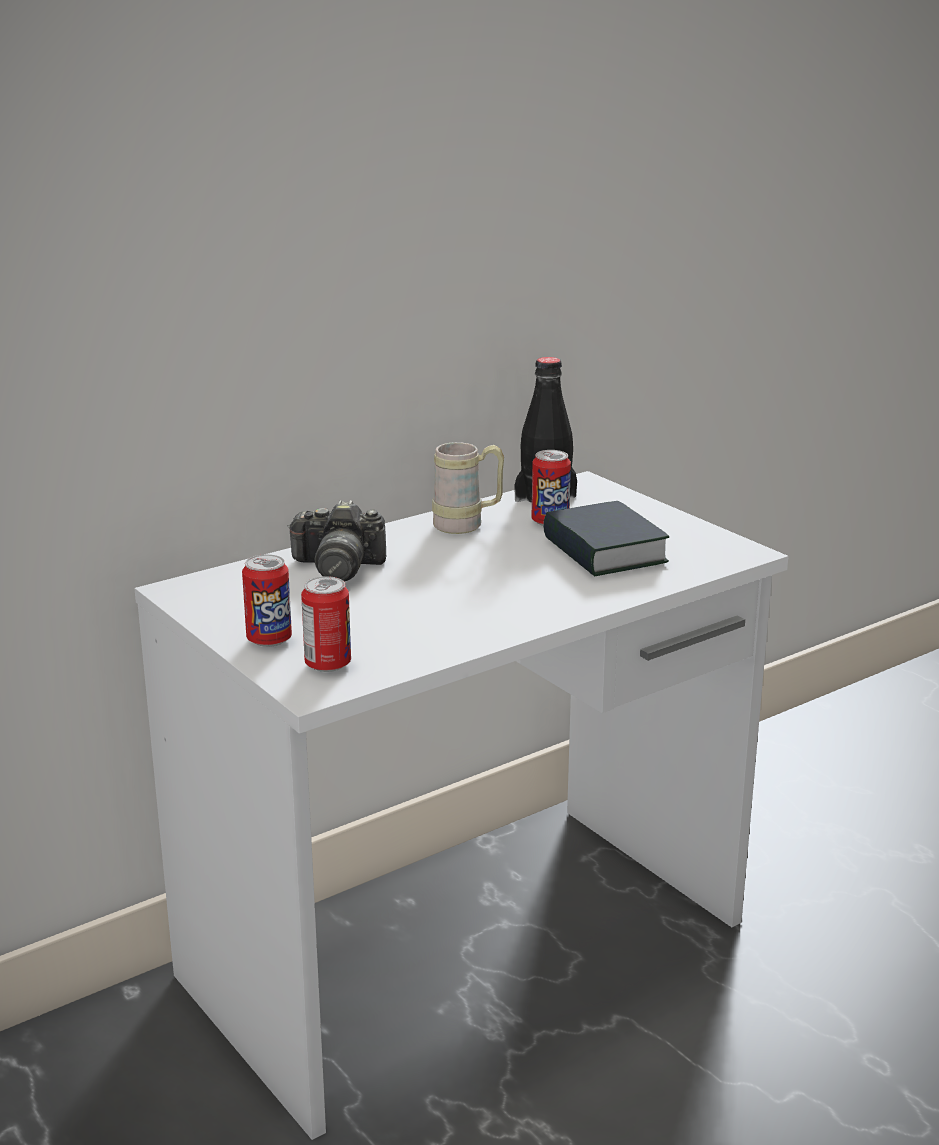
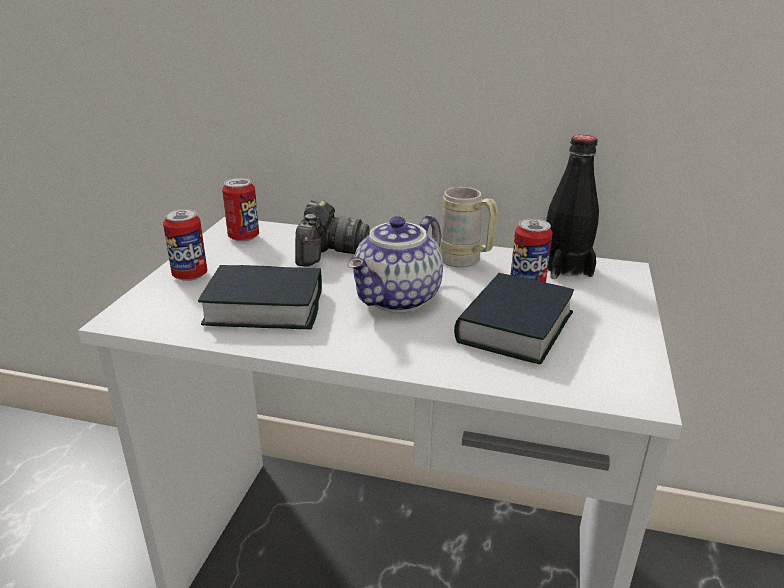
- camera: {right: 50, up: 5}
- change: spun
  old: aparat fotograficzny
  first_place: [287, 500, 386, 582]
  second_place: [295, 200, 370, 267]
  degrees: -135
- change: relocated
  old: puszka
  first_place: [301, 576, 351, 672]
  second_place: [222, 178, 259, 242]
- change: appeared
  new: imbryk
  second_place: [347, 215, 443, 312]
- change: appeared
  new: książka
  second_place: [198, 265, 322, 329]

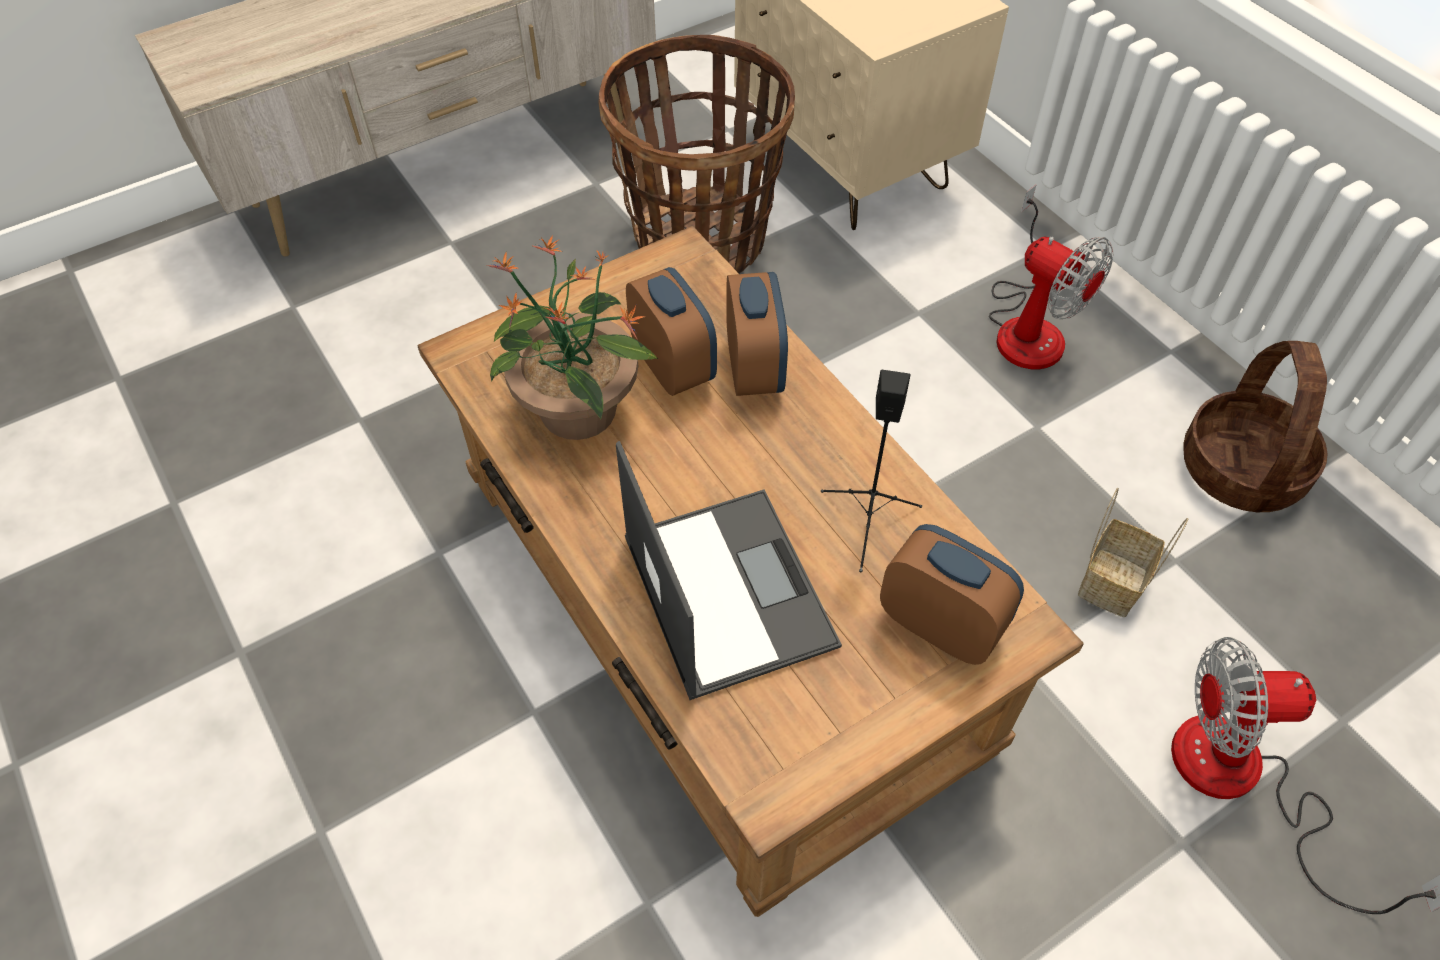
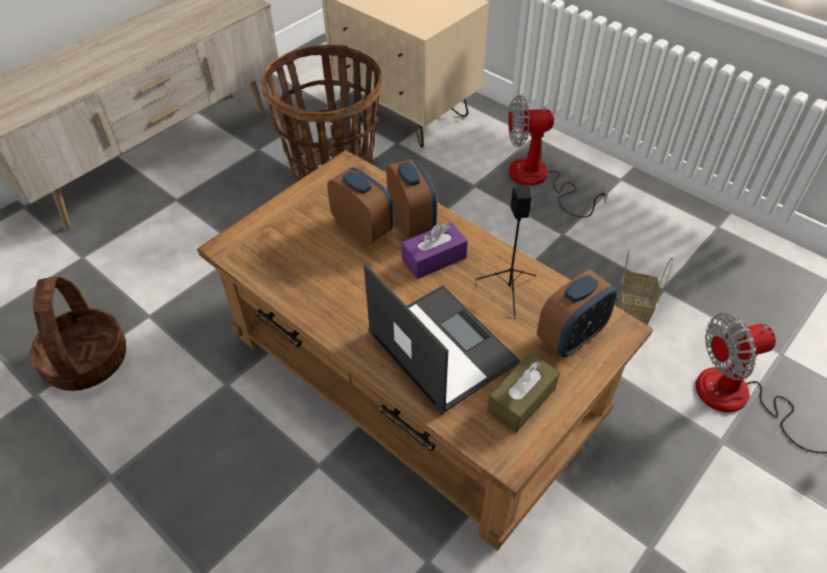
- camera: {right: -15, up: -5}
- change: spun
  old: wentylator
  first_place: [989, 185, 1114, 369]
  second_place: [508, 95, 608, 218]
  degrees: 150
- change: missing
  old: roślina doniczkowa
  first_place: [487, 235, 658, 440]
- change: relocated
  old: koszyk
  first_place: [1184, 341, 1328, 512]
  second_place: [30, 277, 126, 391]
- change: spun
  old: budzik
  first_place: [880, 524, 1024, 665]
  second_place: [537, 270, 617, 357]
  degrees: 120
- change: appeared
  new: pudełko chusteczek [fioletowy]
  second_place: [401, 222, 468, 279]
- change: appeared
  new: pudełko chusteczek [brązowy]
  second_place: [487, 353, 560, 433]

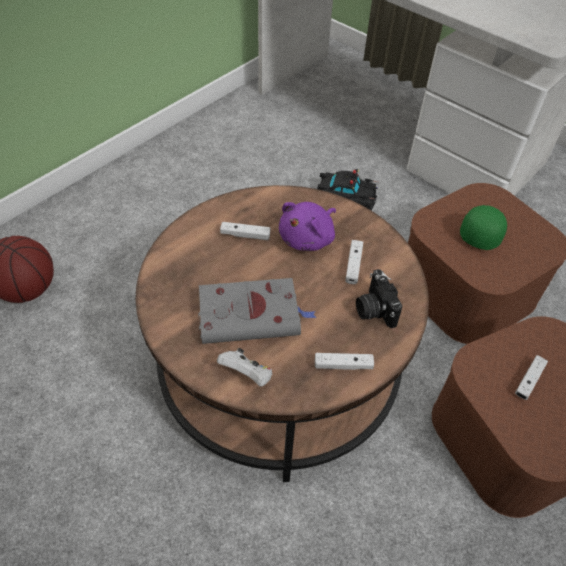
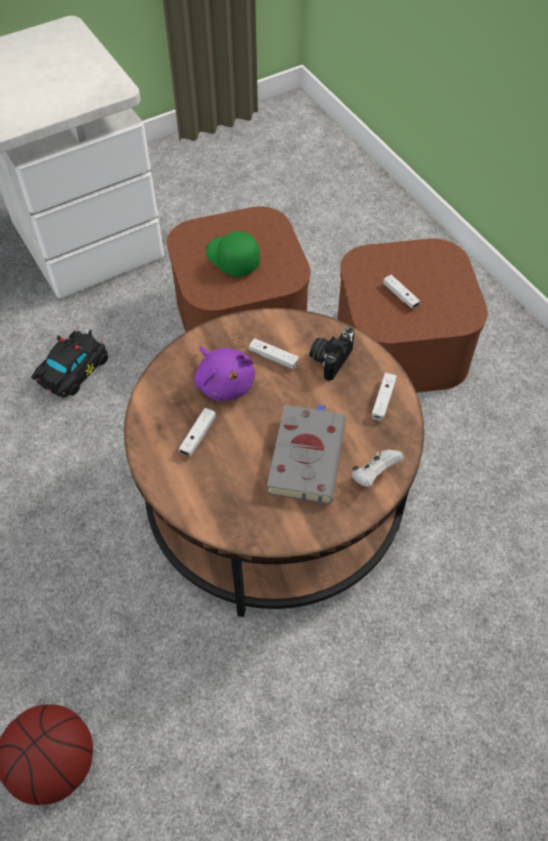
- camera: {right: -70, up: 5}
- change: spun
  old: aparat fotograficzny
  first_place: [356, 269, 402, 328]
  second_place: [309, 327, 354, 381]
  degrees: 120

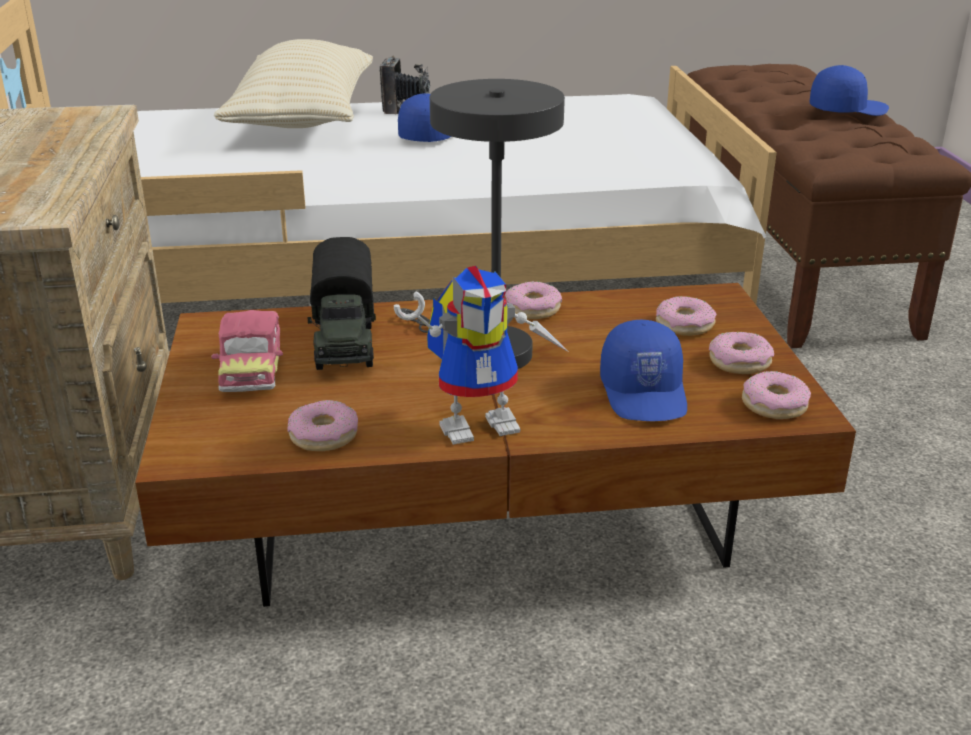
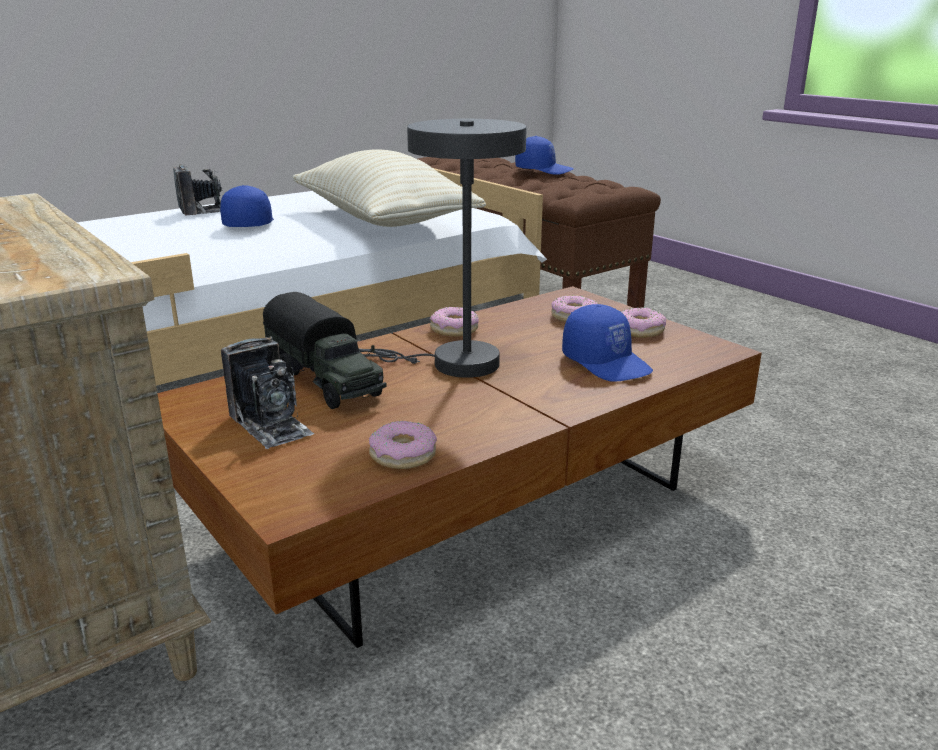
- camera: {right: -30, up: -5}
- change: relocated
  old: poduszka [beżowy]
  first_place: [214, 39, 373, 128]
  second_place: [292, 149, 486, 227]
- change: spun
  old: czapka z daszkiem [niebieski]
  first_place: [809, 65, 889, 116]
  second_place: [515, 136, 574, 175]
  degrees: 60
- change: missing
  old: robot zabawkowy
  first_place: [394, 266, 570, 445]
- change: exchanged
  old: samochodzik
  new: aparat fotograficzny
  first_place: [211, 310, 283, 392]
  second_place: [221, 336, 314, 449]
- change: missing
  old: donut
  first_place: [742, 371, 811, 419]

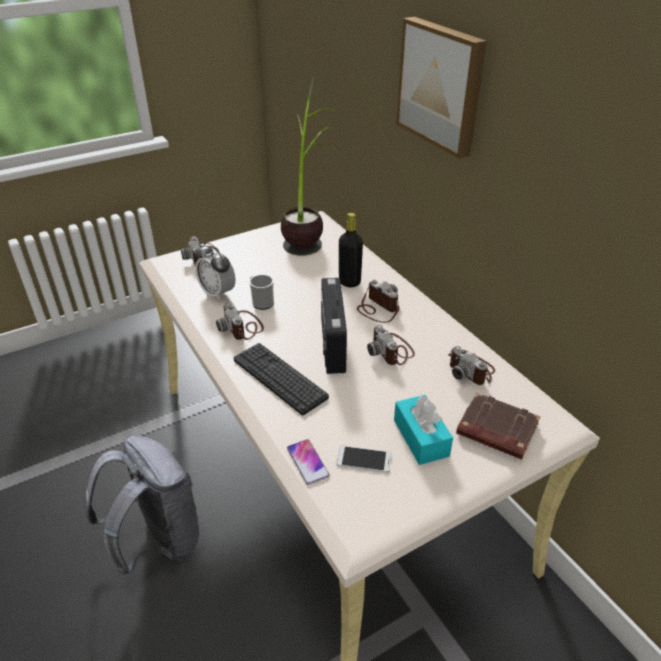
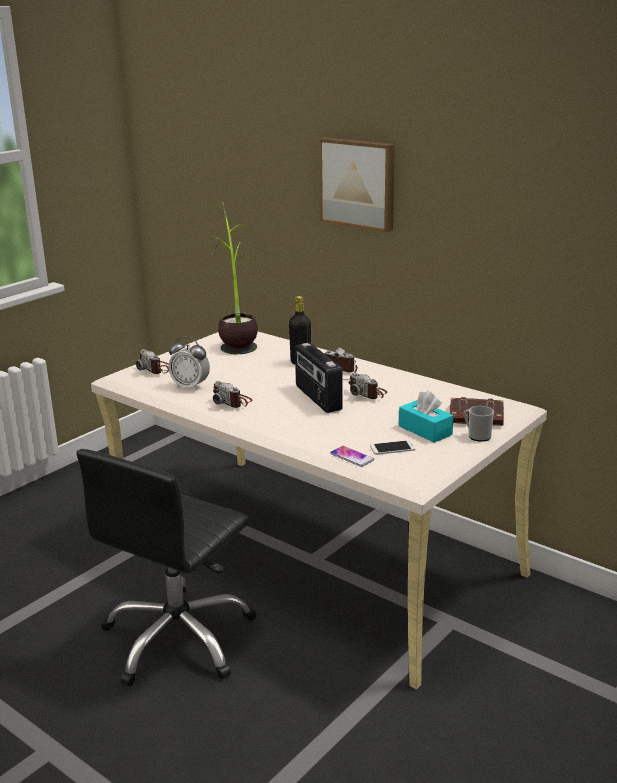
- camera: {right: -20, up: -15}
- change: relocated
  old: kubek
  first_place: [249, 274, 274, 310]
  second_place: [464, 406, 494, 442]
- change: missing
  old: klawiatura
  first_place: [234, 343, 329, 415]
- change: missing
  old: aparat fotograficzny
  first_place: [448, 346, 495, 385]
- change: exchanged
  old: plecak [szary]
  new: krzesło biurowe [czarny]
  first_place: [84, 435, 199, 577]
  second_place: [77, 449, 257, 686]

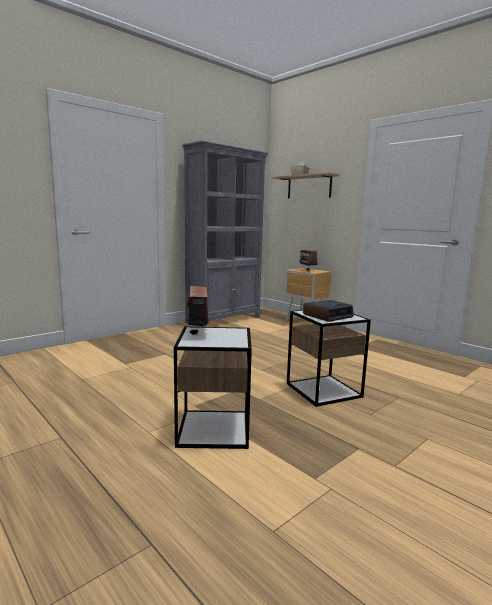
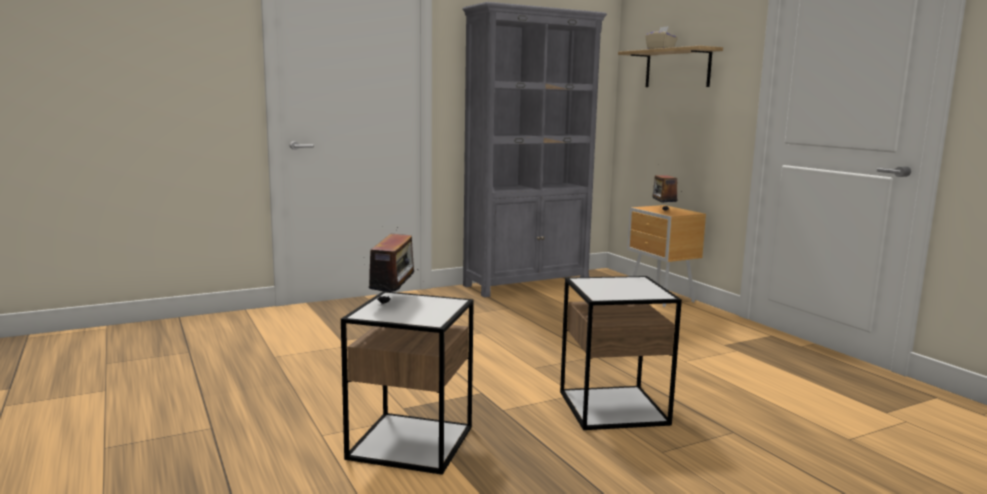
- camera: {right: 15, up: 0}
- change: missing
  old: budzik
  first_place: [303, 300, 354, 322]

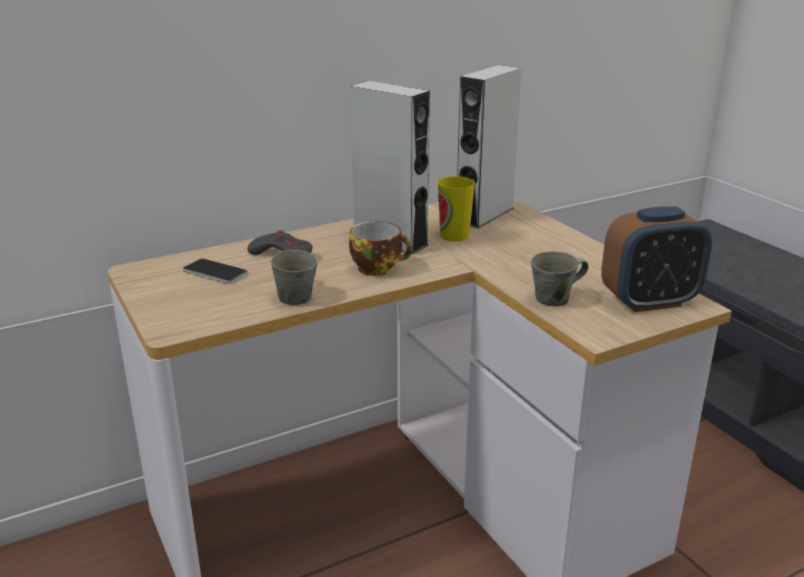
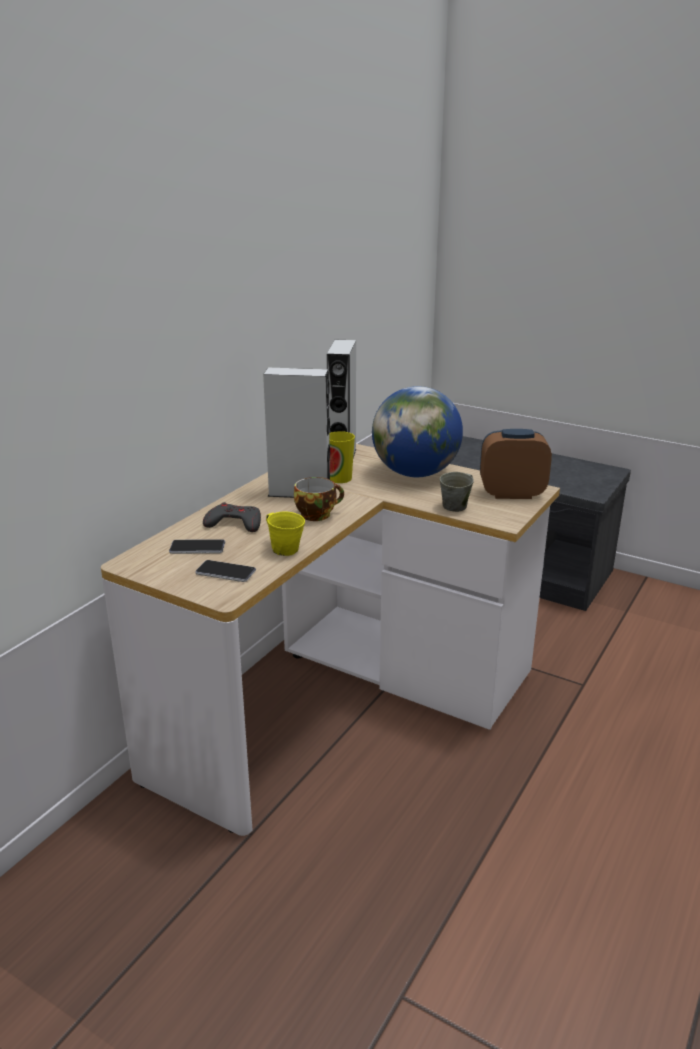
- camera: {right: -30, up: 0}
- change: spun
  old: budzik
  first_place: [601, 206, 712, 312]
  second_place: [480, 429, 552, 499]
  degrees: -135
- change: colour
  old: kubek [szary]
  new: kubek [żółty]
  first_place: [271, 250, 318, 305]
  second_place: [266, 512, 305, 556]
- change: appeared
  new: globus
  second_place: [372, 386, 463, 477]
- change: appeared
  new: telefon
  second_place: [195, 560, 256, 582]

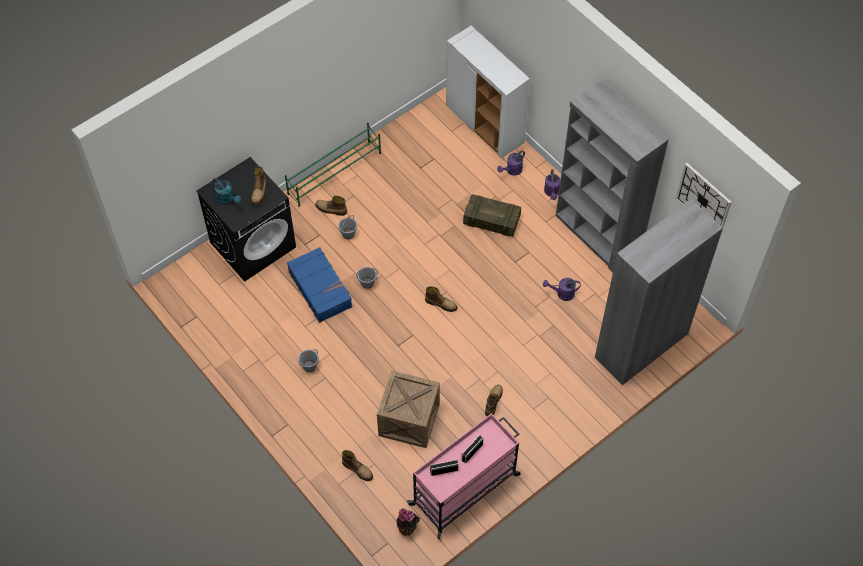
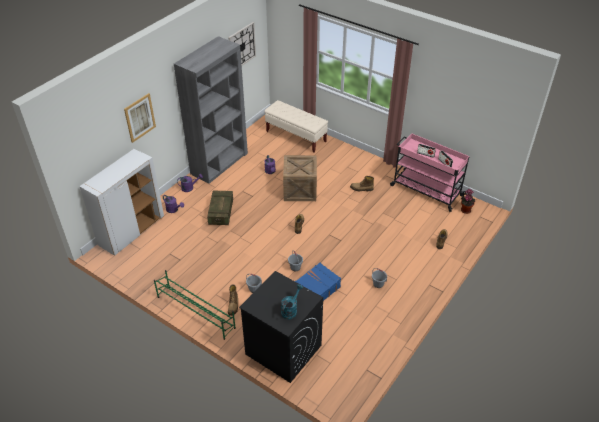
- camera: {right: -105, up: -15}
- change: missing
  old: but z cholewką
  first_place: [251, 166, 266, 206]
- change: exchanged
  old: regał [szary]
  new: ławka [beżowy]
  first_place: [595, 199, 723, 385]
  second_place: [265, 100, 328, 153]
- change: relocated
  old: skrzynka
  first_place: [377, 370, 440, 448]
  second_place: [283, 155, 317, 201]
- change: appeared
  new: obraz
  second_place: [124, 93, 156, 143]

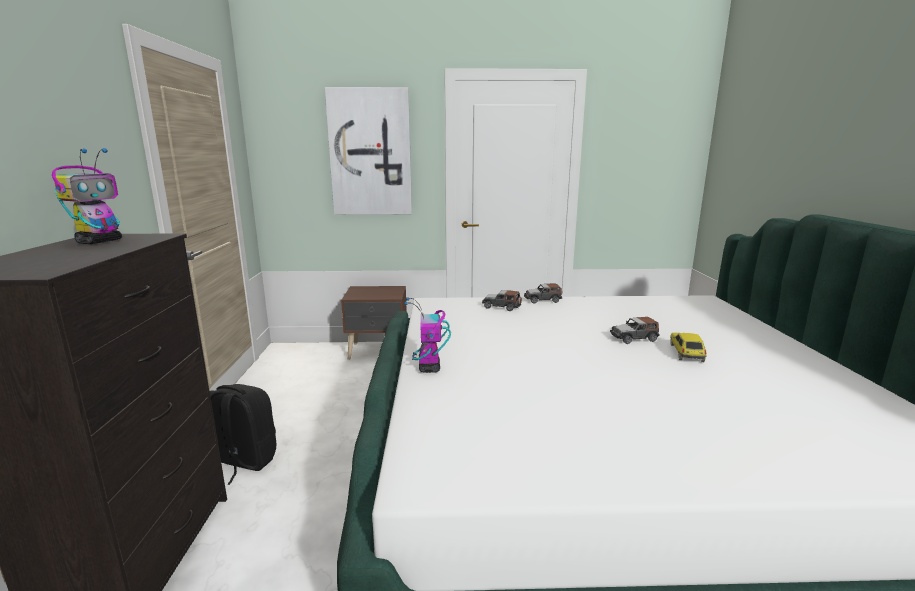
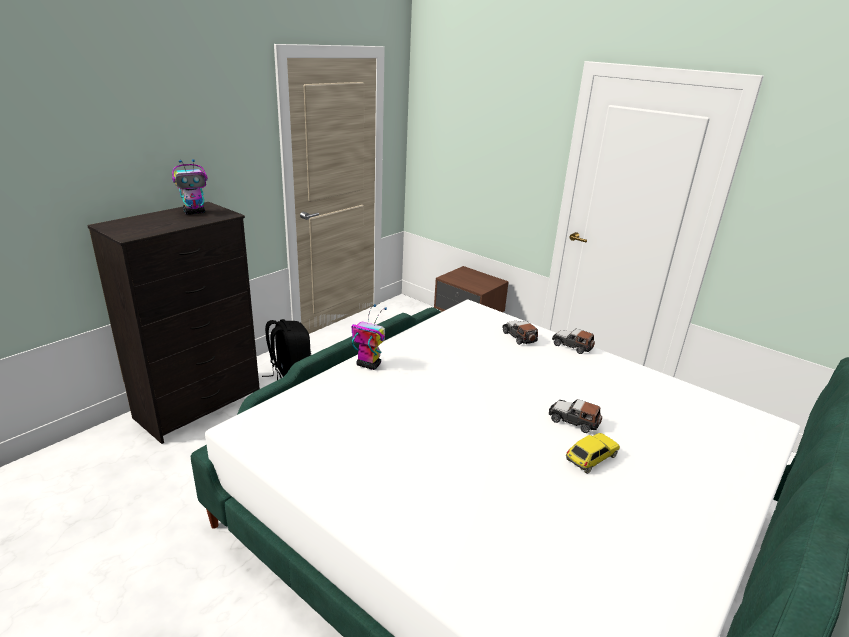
- camera: {right: 40, up: 10}
- change: missing
  old: obraz
  first_place: [325, 87, 412, 215]
- change: spun
  old: robot zabawkowy
  first_place: [404, 297, 451, 373]
  second_place: [351, 304, 387, 370]
  degrees: 75

